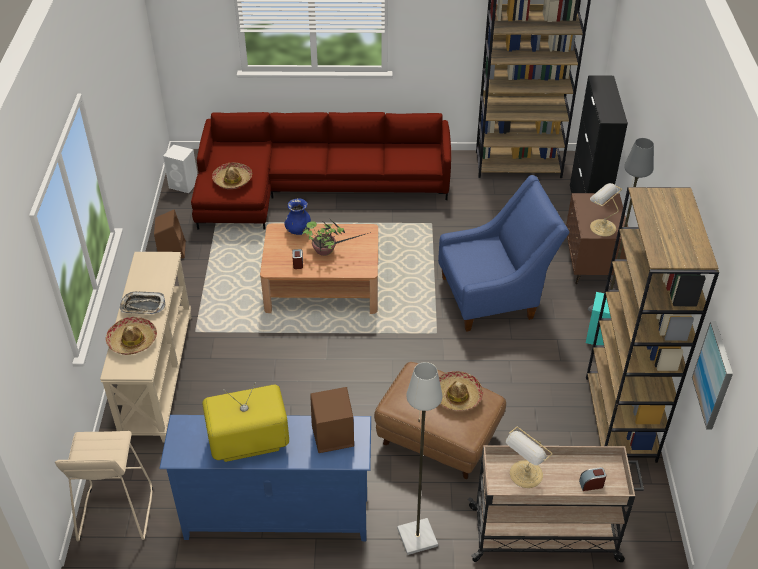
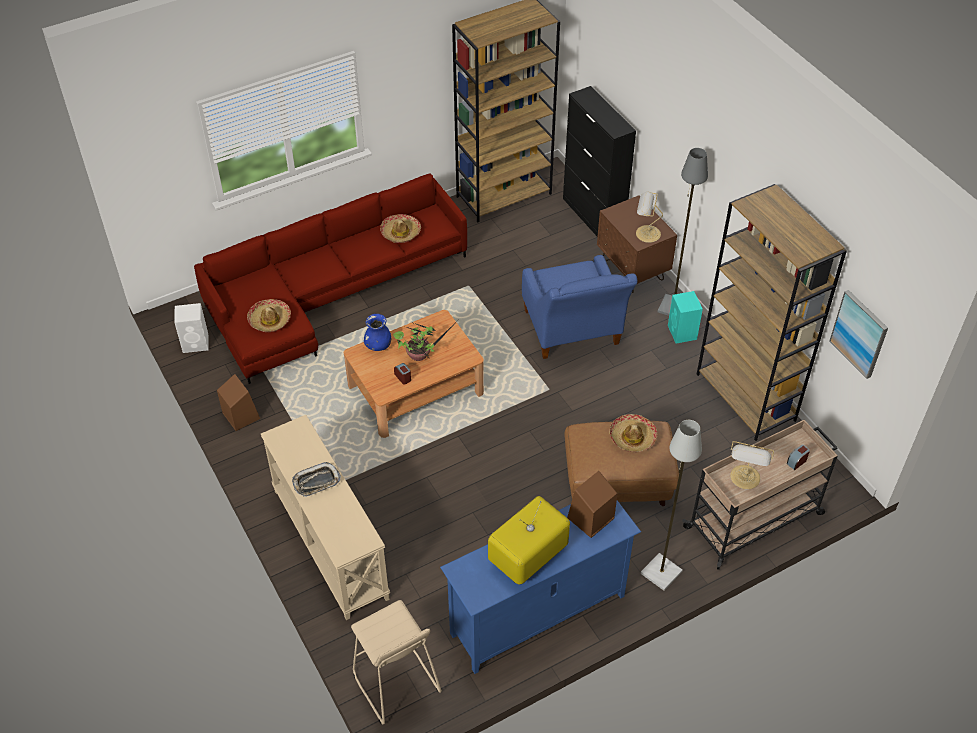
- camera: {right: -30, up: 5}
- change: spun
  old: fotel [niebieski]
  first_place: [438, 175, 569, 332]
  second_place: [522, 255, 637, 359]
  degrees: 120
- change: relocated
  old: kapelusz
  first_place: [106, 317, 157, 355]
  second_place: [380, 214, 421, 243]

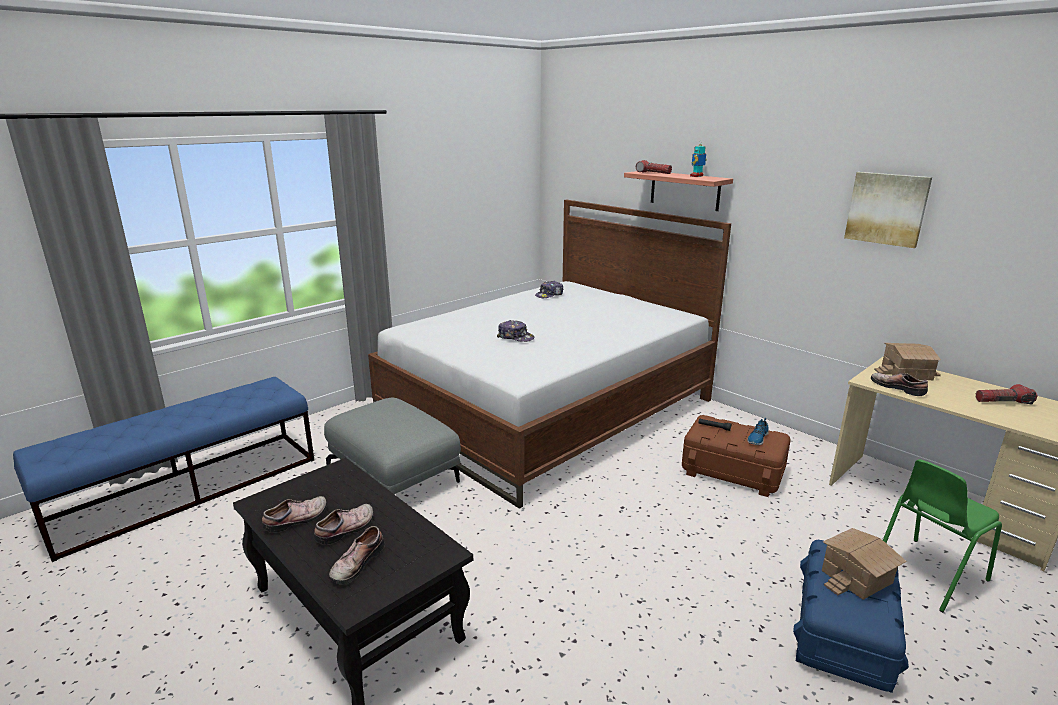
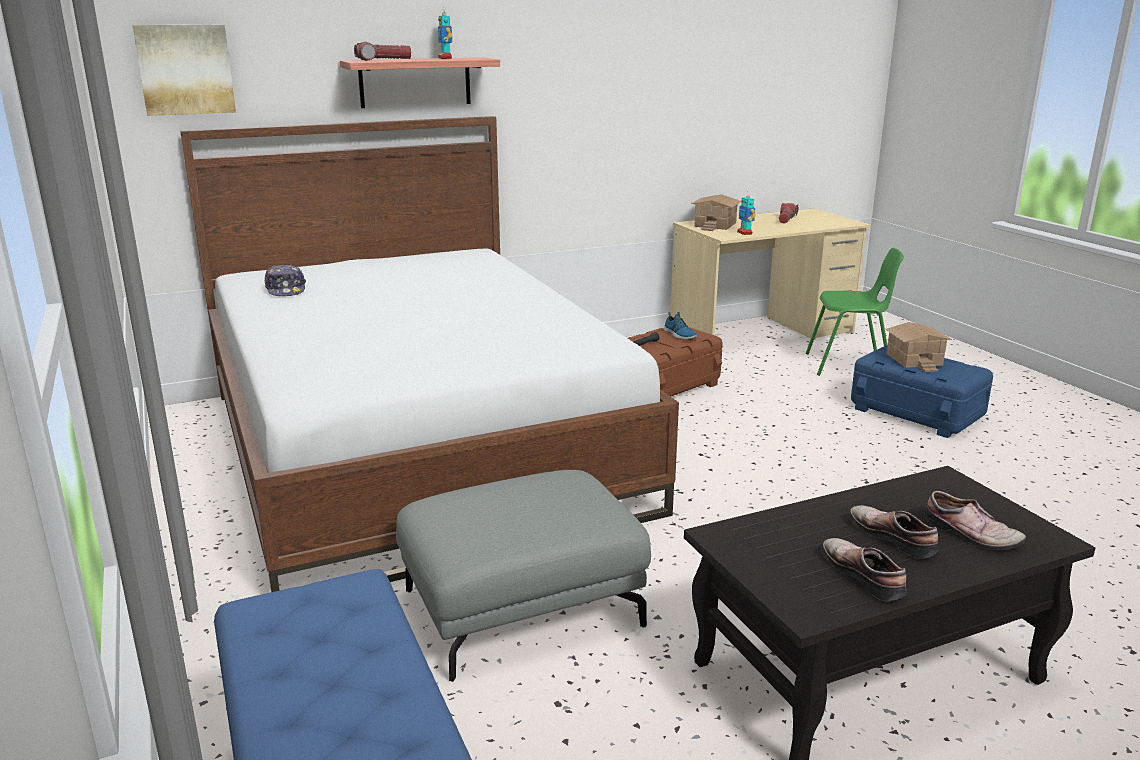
- camera: {right: -70, up: 0}
- change: relocated
  old: obraz
  first_place: [844, 172, 932, 248]
  second_place: [132, 25, 236, 116]
- change: missing
  old: czapka z daszkiem
  first_place: [497, 320, 534, 342]
- change: exchanged
  old: but
  new: robot zabawkowy
  first_place: [871, 373, 928, 396]
  second_place: [737, 193, 756, 235]
- change: spun
  old: krzesło [zielony]
  first_place: [883, 459, 1002, 612]
  second_place: [806, 248, 904, 376]
  degrees: -75

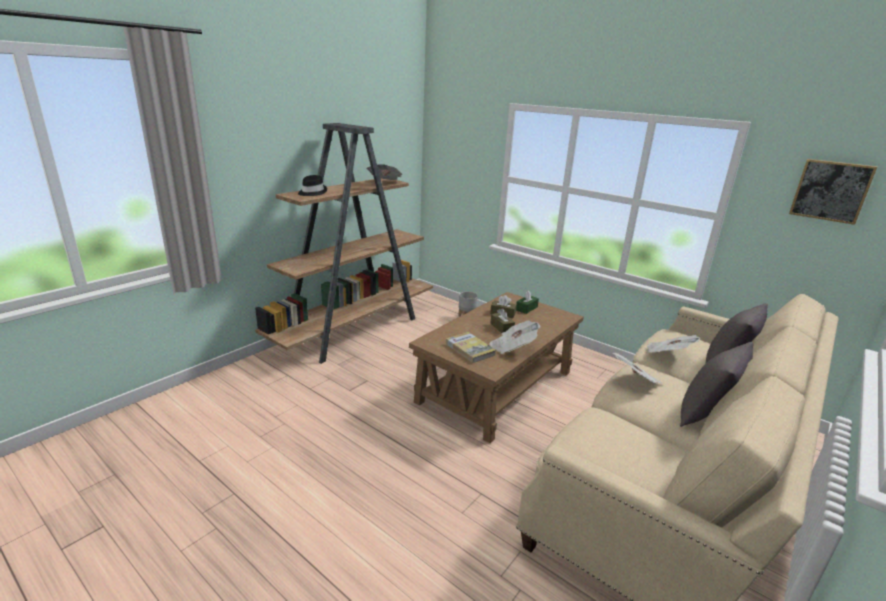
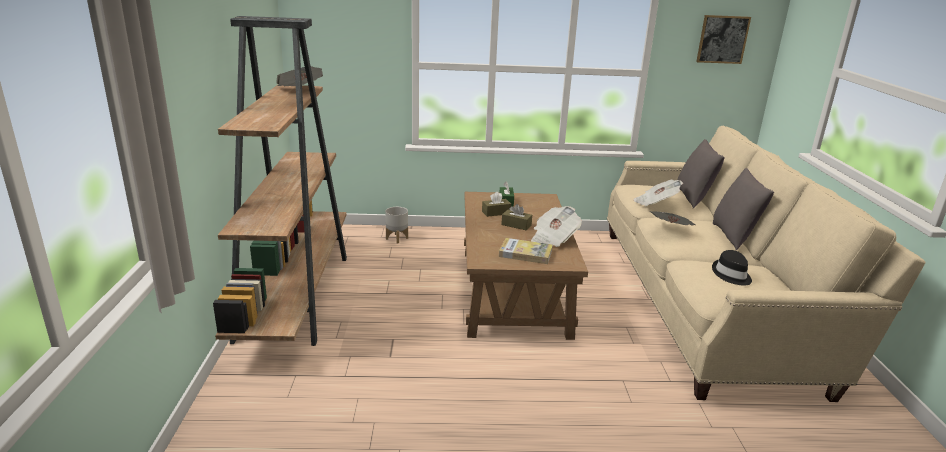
- camera: {right: -40, up: 0}
- change: relocated
  old: kapelusz [czarny]
  first_place: [298, 175, 327, 196]
  second_place: [712, 250, 752, 286]

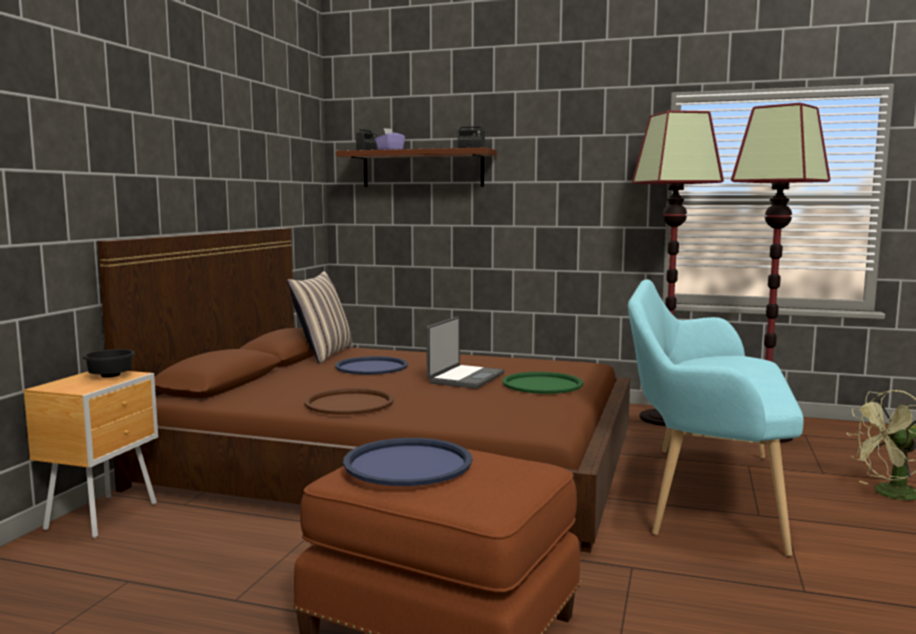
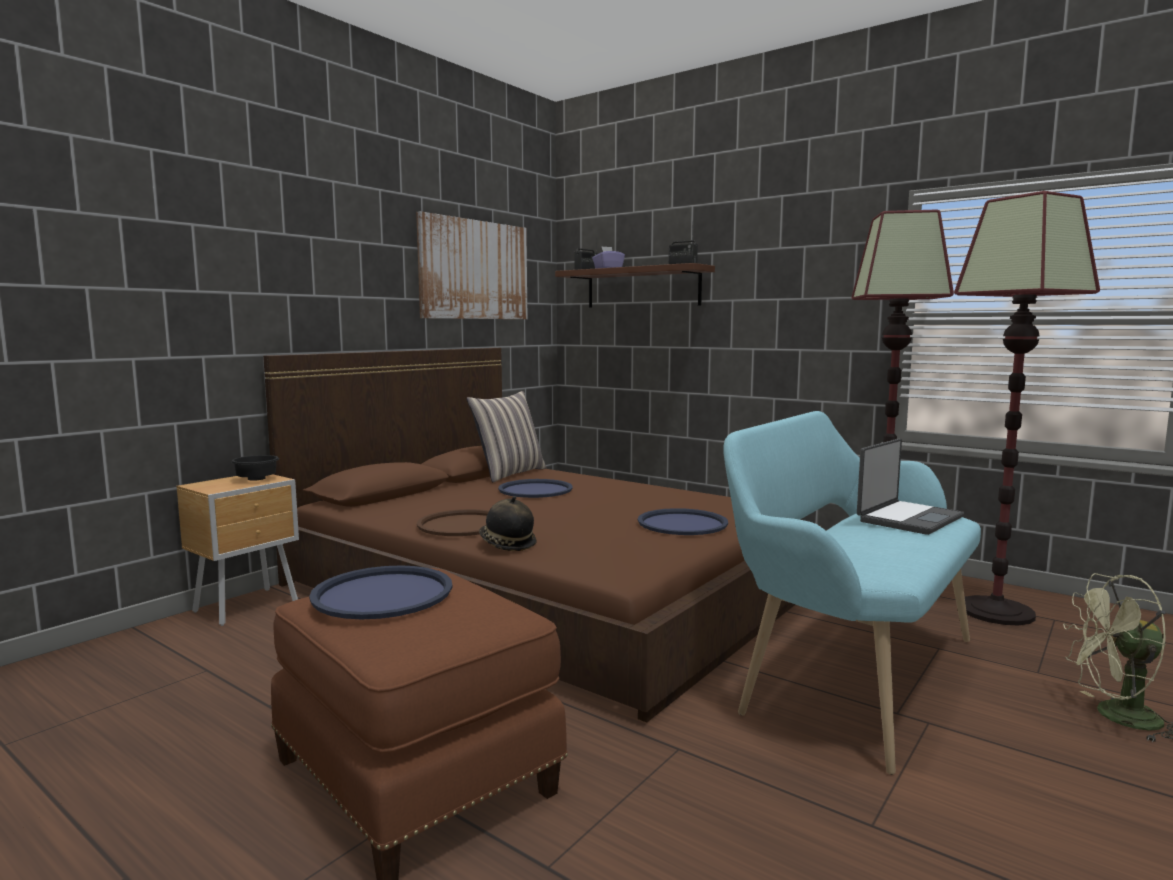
- camera: {right: 20, up: 0}
- change: relocated
  old: laptop
  first_place: [427, 317, 505, 389]
  second_place: [857, 439, 964, 535]
- change: colour
  old: taca [zielony]
  new: taca [niebieski]
  first_place: [502, 372, 583, 394]
  second_place: [638, 508, 728, 535]
- change: appeared
  new: obraz
  second_place: [416, 211, 528, 319]
- change: appeared
  new: kapelusz
  second_place: [479, 496, 537, 551]

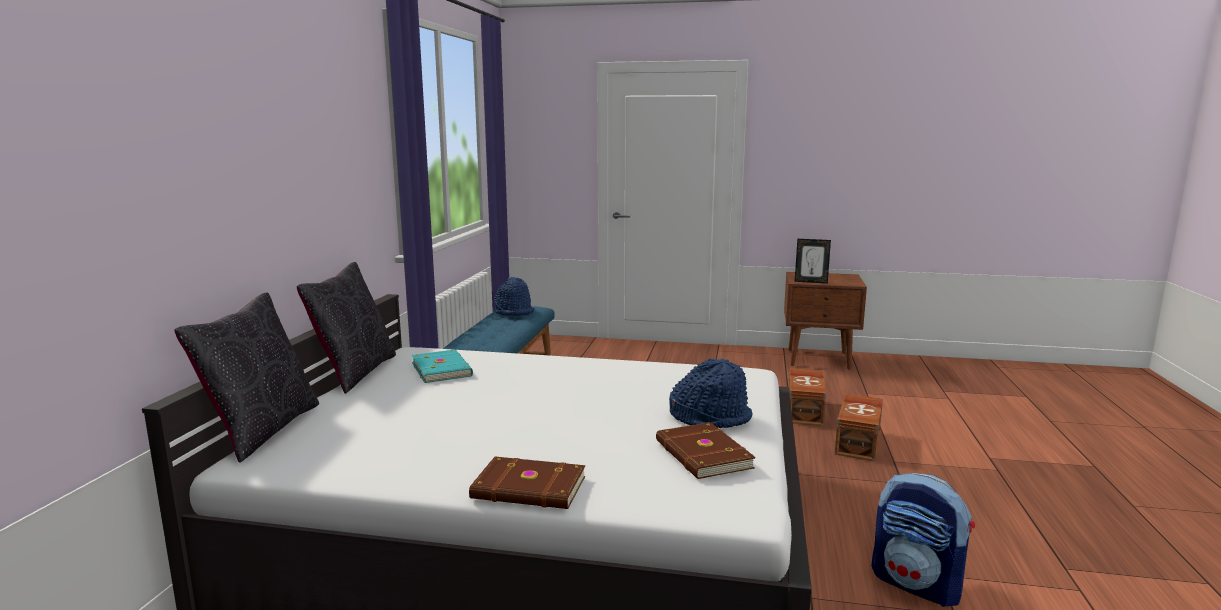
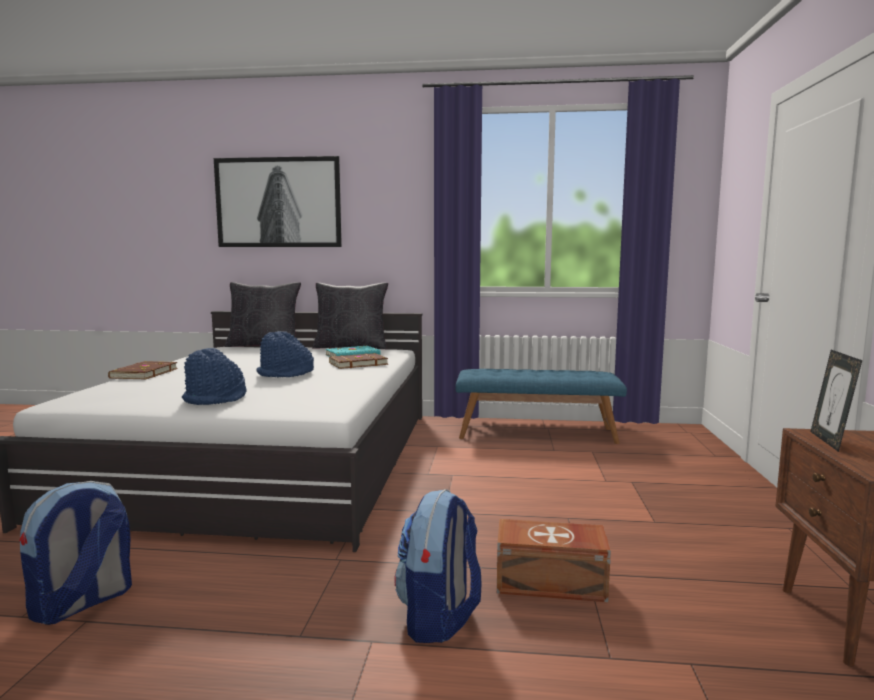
- camera: {right: 85, up: -5}
- change: relocated
  old: kapelusz [niebieski]
  first_place: [494, 277, 535, 316]
  second_place: [257, 331, 314, 377]
- change: exchanged
  old: pojemnik do przechowywania [brązowy]
  new: plecak
  first_place: [835, 394, 883, 461]
  second_place: [394, 489, 481, 643]
- change: relocated
  old: książka [brązowy]
  first_place: [656, 422, 756, 479]
  second_place: [329, 353, 388, 369]
- change: appeared
  new: obraz
  second_place: [214, 156, 342, 247]

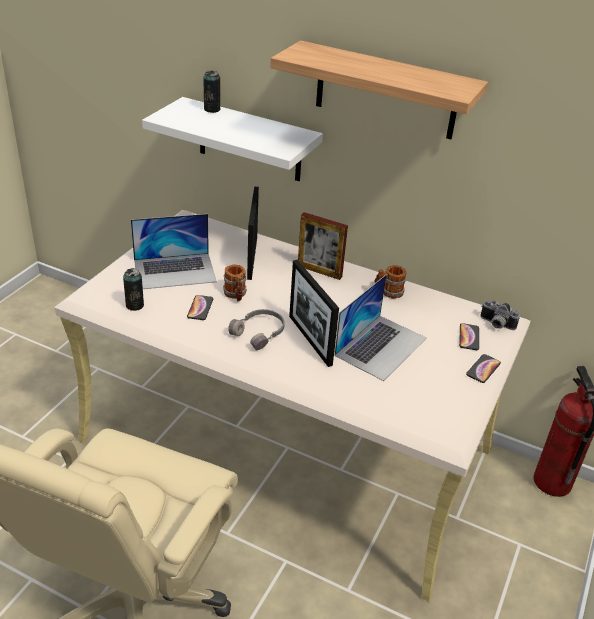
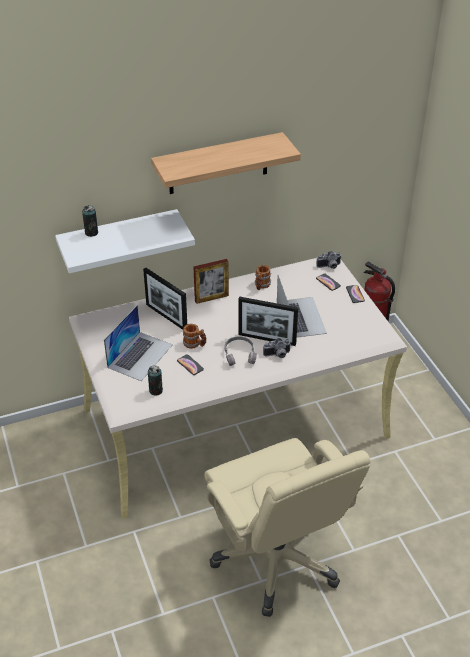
- camera: {right: -45, up: 5}
- change: appeared
  new: aparat fotograficzny
  second_place: [263, 338, 291, 358]

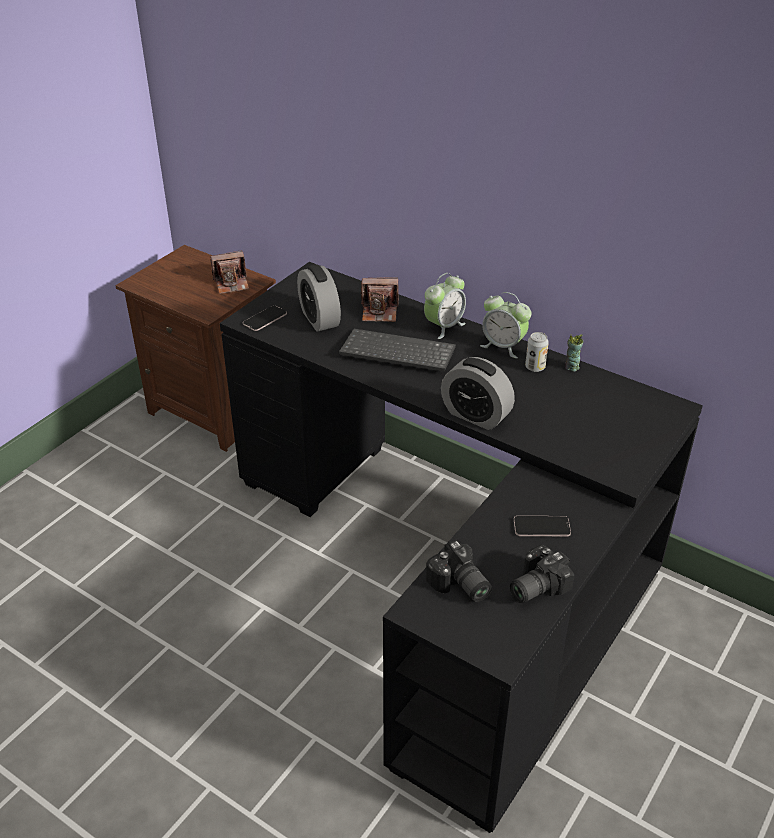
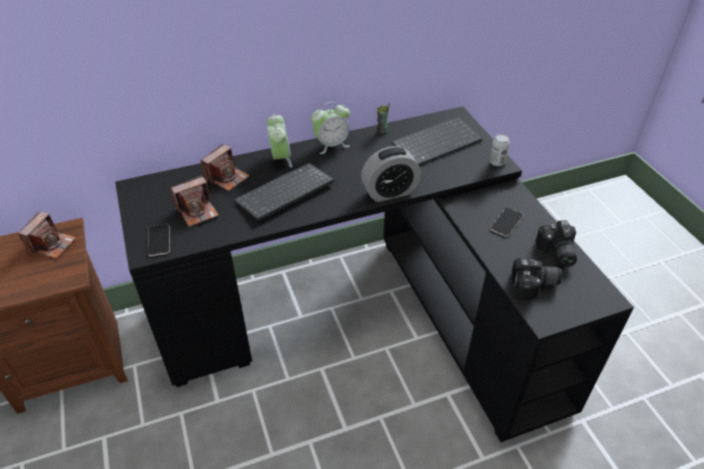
- camera: {right: -55, up: 5}
- change: exchanged
  old: budzik
  new: aparat fotograficzny
  first_place: [297, 264, 341, 332]
  second_place: [171, 175, 219, 227]
- change: relocated
  old: puszka
  first_place: [525, 332, 549, 372]
  second_place: [489, 134, 510, 166]
- change: appeared
  new: klawiatura
  second_place: [392, 116, 483, 166]

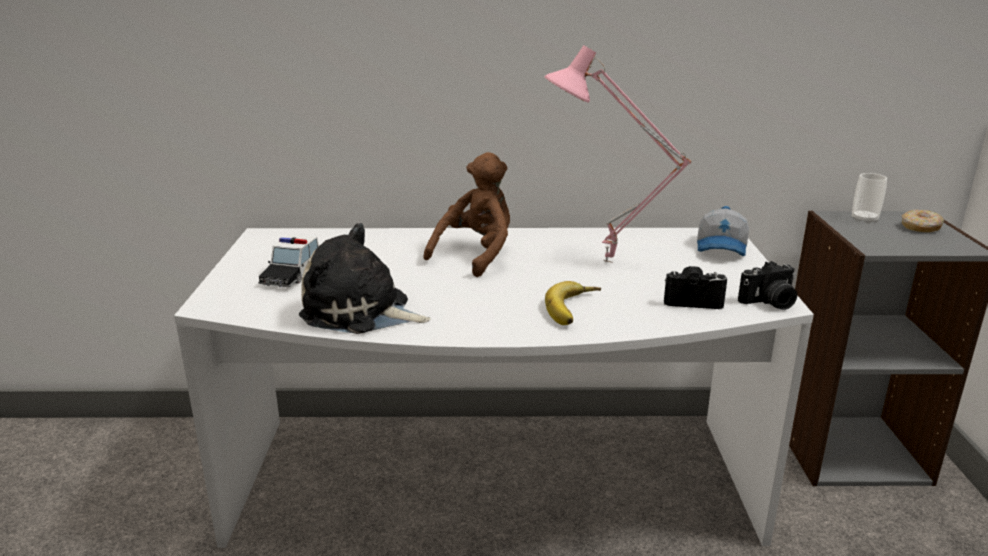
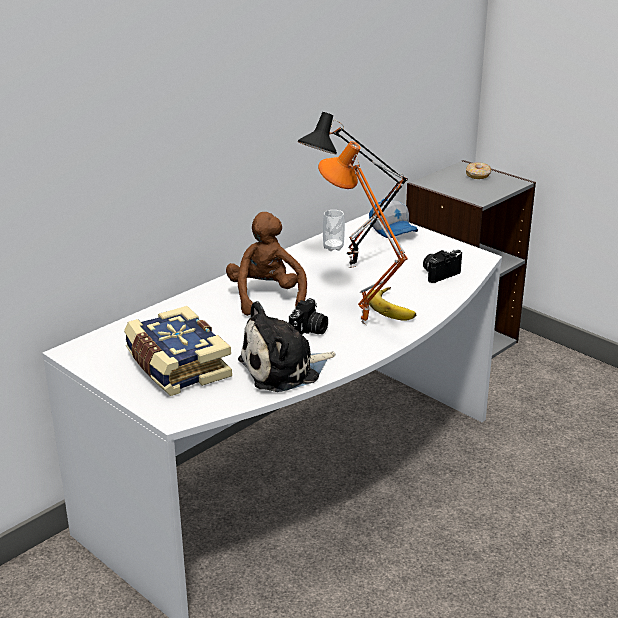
- camera: {right: -45, up: 5}
- change: colour
  old: lampa stołowa [różowy]
  new: lampa stołowa [czarny]
  first_place: [545, 45, 691, 263]
  second_place: [298, 112, 408, 268]
- change: relocated
  old: filiżanka
  first_place: [852, 173, 887, 224]
  second_place: [323, 210, 345, 251]
- change: exchanged
  old: samochodzik
  new: książka
  first_place: [258, 234, 319, 287]
  second_place: [124, 306, 232, 396]
- change: relocated
  old: aparat fotograficzny
  first_place: [738, 261, 797, 310]
  second_place: [289, 298, 328, 335]
- change: appeared
  new: lampa stołowa [pomarańczowy]
  second_place: [318, 141, 408, 325]

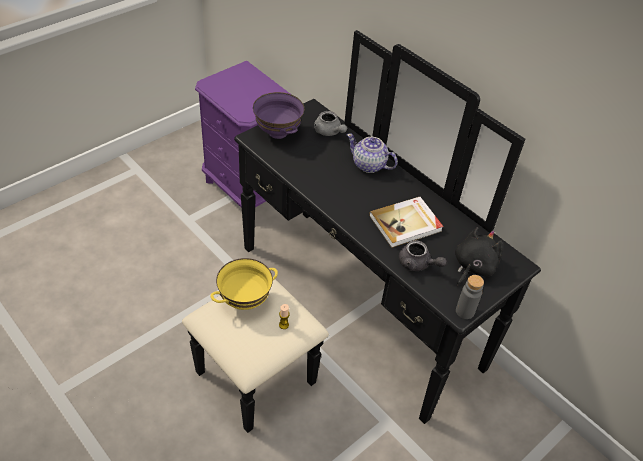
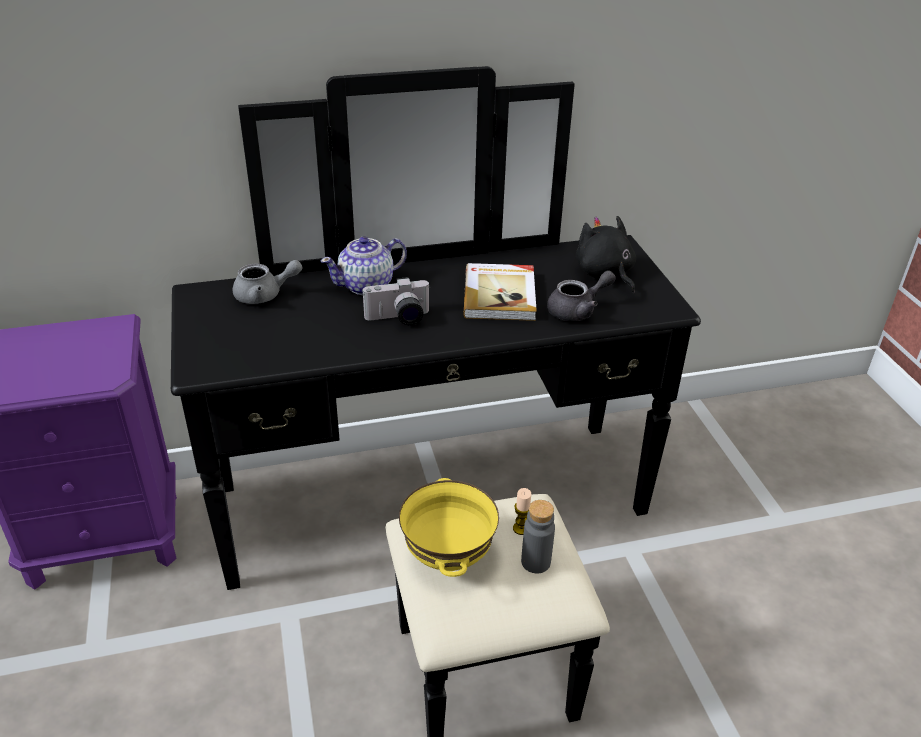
- camera: {right: -60, up: -10}
- change: missing
  old: miska [fioletowy]
  first_place: [253, 92, 304, 139]
- change: relocated
  old: butelka [szary]
  first_place: [456, 275, 484, 319]
  second_place: [521, 500, 555, 573]
- change: appeared
  new: aparat fotograficzny
  second_place: [362, 277, 431, 325]

